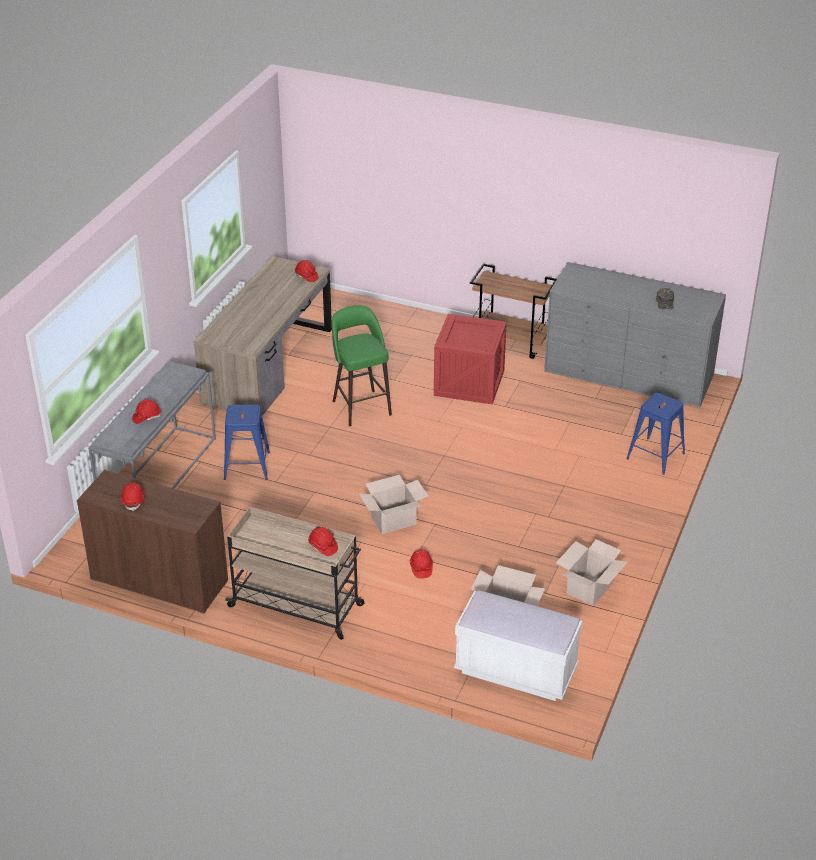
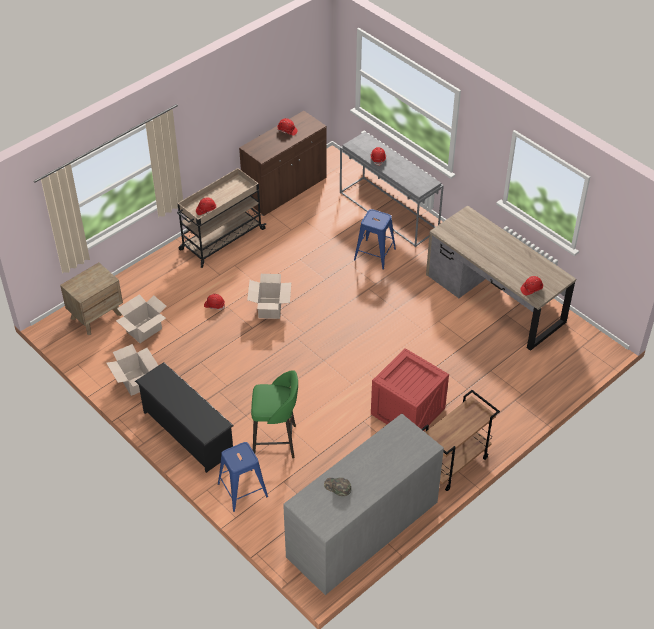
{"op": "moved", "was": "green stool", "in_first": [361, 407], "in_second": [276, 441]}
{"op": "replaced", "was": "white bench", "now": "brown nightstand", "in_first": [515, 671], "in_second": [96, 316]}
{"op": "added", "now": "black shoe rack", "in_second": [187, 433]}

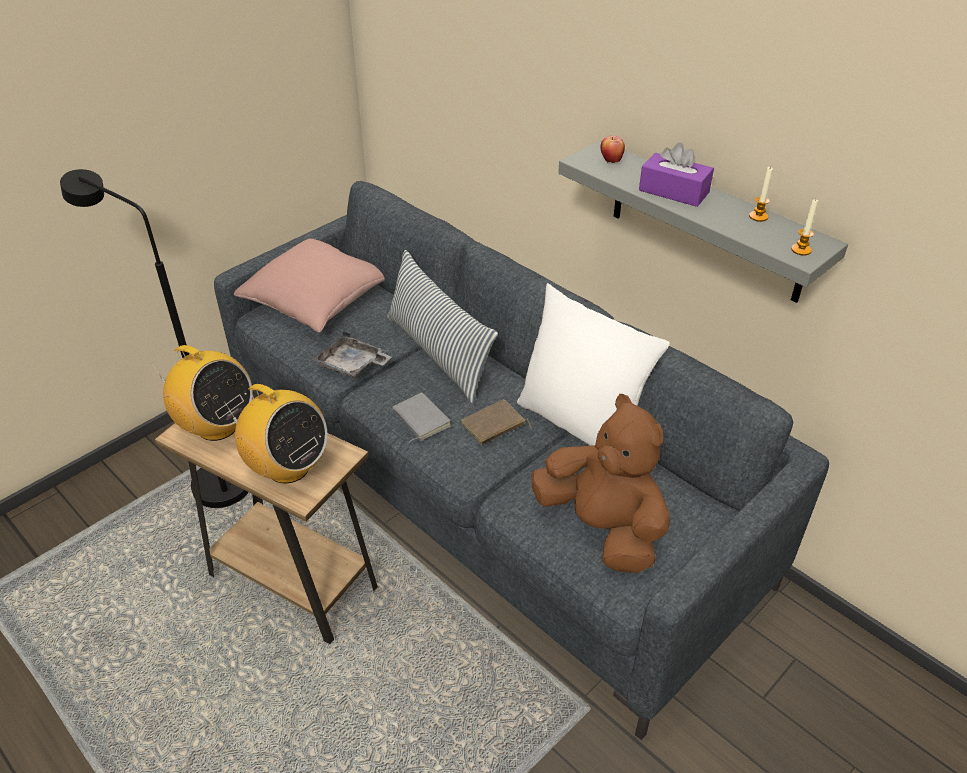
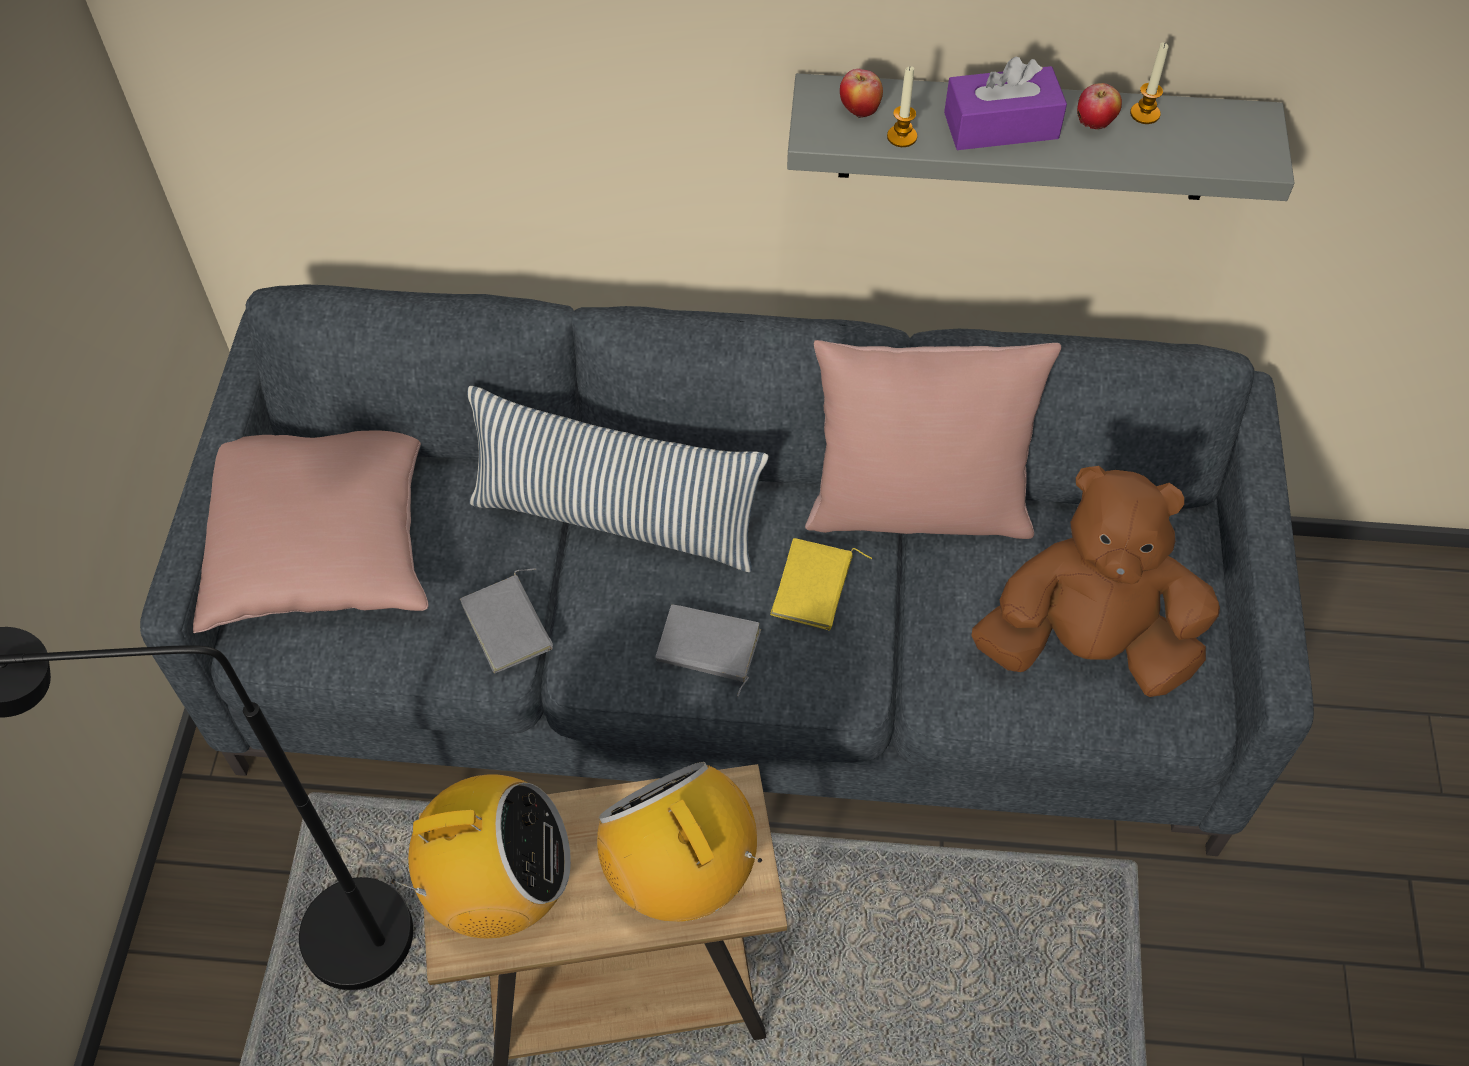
{"op": "turned", "was": "radio", "in_first": [288, 467], "in_second": [681, 873], "clockwise": -120}
{"op": "replaced", "was": "grey tray", "now": "grey book", "in_first": [352, 365], "in_second": [510, 625]}
{"op": "recoloured", "was": "brown book", "now": "yellow book", "in_first": [494, 426], "in_second": [815, 588]}
{"op": "recoloured", "was": "white pillow", "now": "pink pillow", "in_first": [581, 424], "in_second": [917, 507]}
{"op": "moved", "was": "candle", "in_first": [801, 250], "in_second": [902, 137]}
{"op": "added", "now": "apple", "in_second": [1094, 125]}

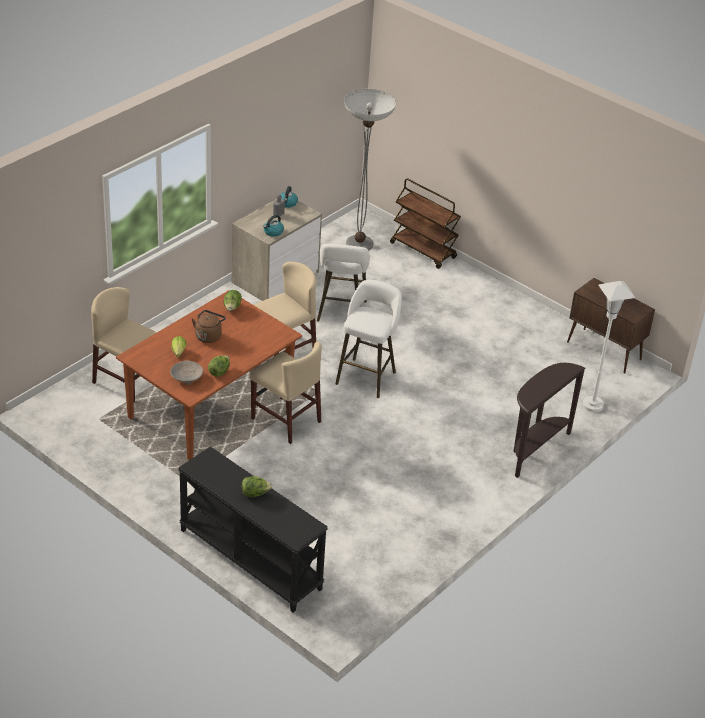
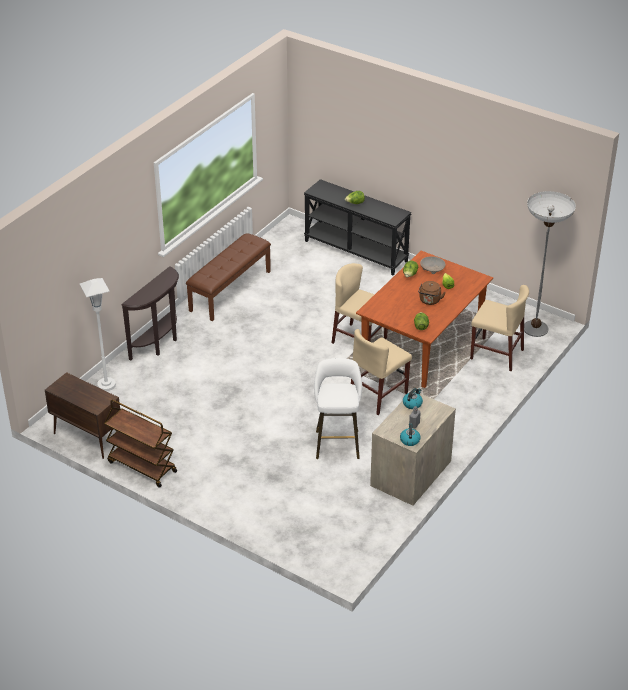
{"op": "removed", "was": "white stool", "in_first": [367, 376]}
{"op": "moved", "was": "floor lamp", "in_first": [359, 243], "in_second": [535, 328]}
{"op": "moved", "was": "brown cart", "in_first": [423, 251], "in_second": [141, 467]}
{"op": "added", "now": "brown bench", "in_second": [230, 290]}

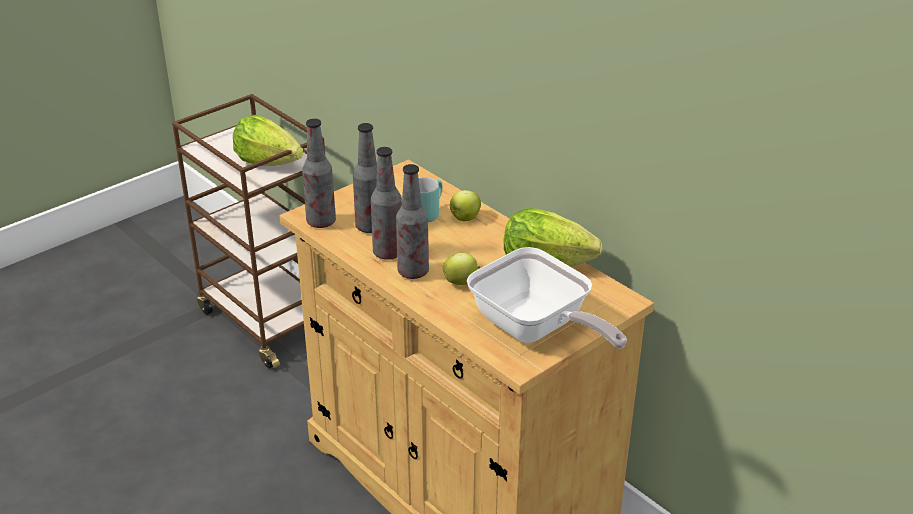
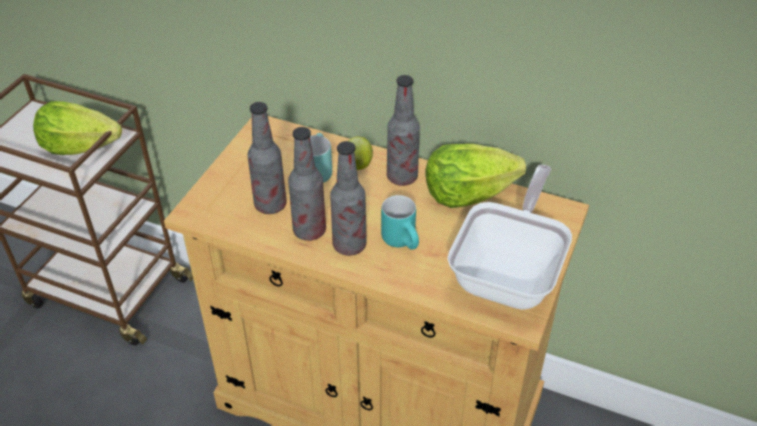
{"op": "moved", "was": "bottle", "in_first": [321, 222], "in_second": [402, 177]}
{"op": "replaced", "was": "apple", "now": "turquoise mug", "in_first": [461, 282], "in_second": [404, 241]}
{"op": "turned", "was": "frying pan", "in_first": [536, 330], "in_second": [510, 273], "clockwise": -90}

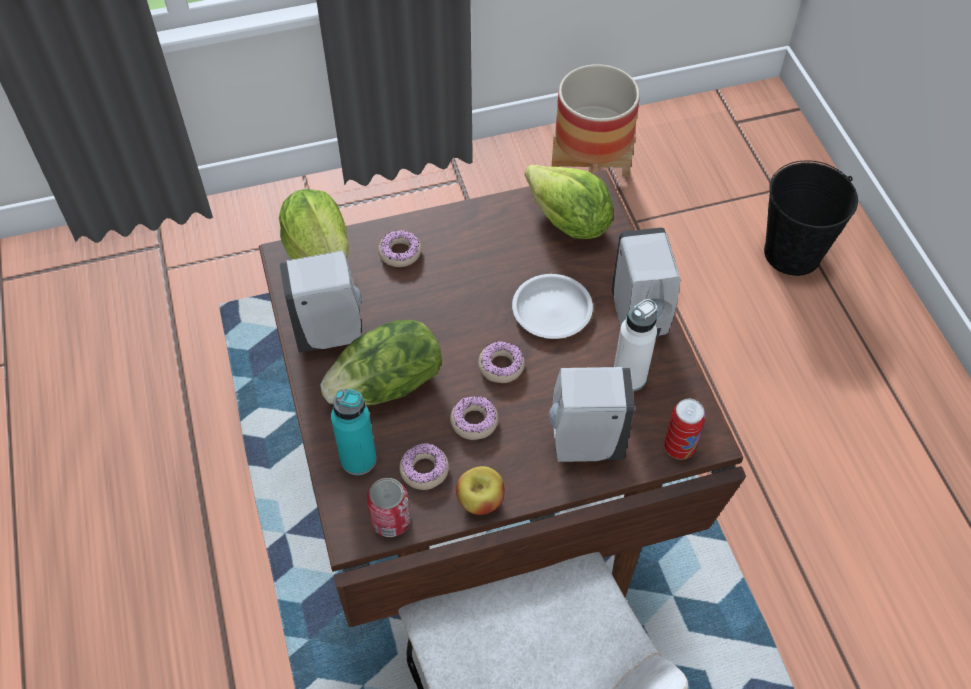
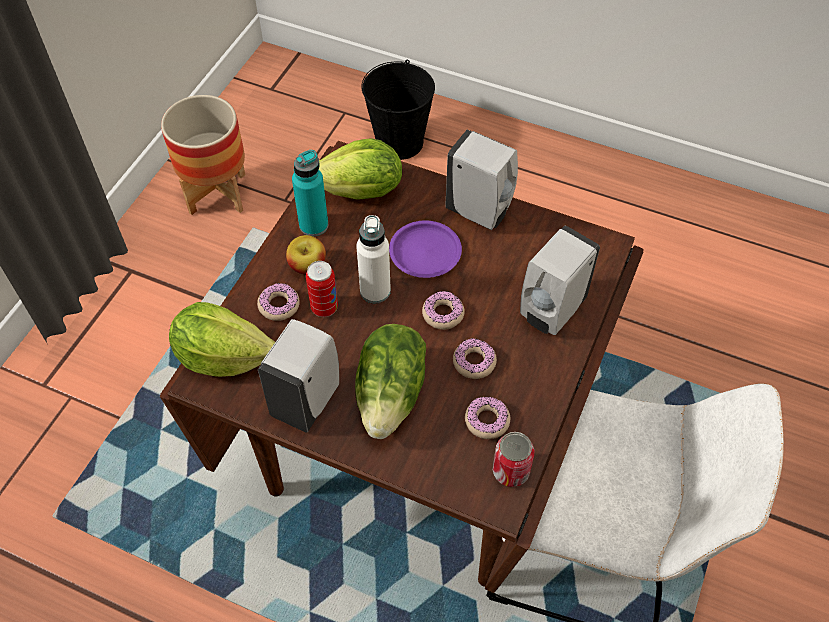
{"op": "moved", "was": "turquoise bottle", "in_first": [358, 459], "in_second": [313, 225]}
{"op": "moved", "was": "apple", "in_first": [480, 501], "in_second": [307, 266]}
{"op": "recoloured", "was": "white plate", "now": "purple plate", "in_first": [551, 309], "in_second": [424, 252]}
{"op": "moved", "was": "white bottle", "in_first": [629, 377], "in_second": [375, 291]}
{"op": "moved", "was": "can", "in_first": [679, 447], "in_second": [324, 308]}

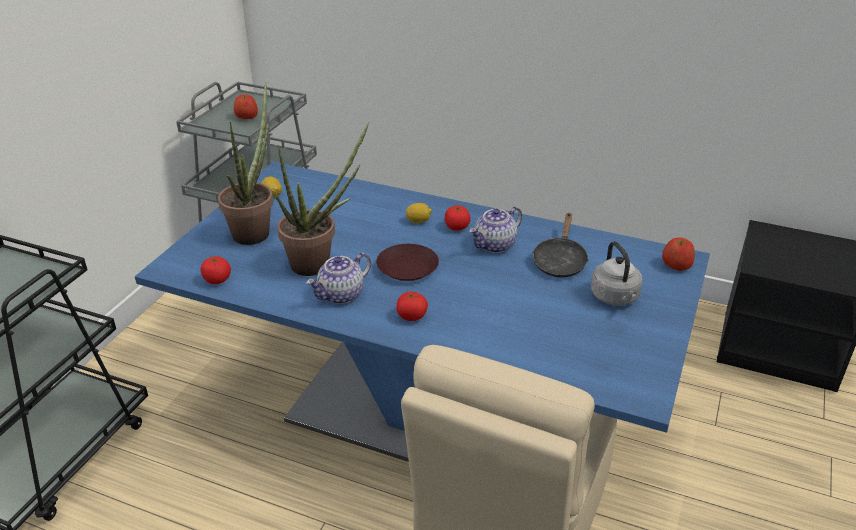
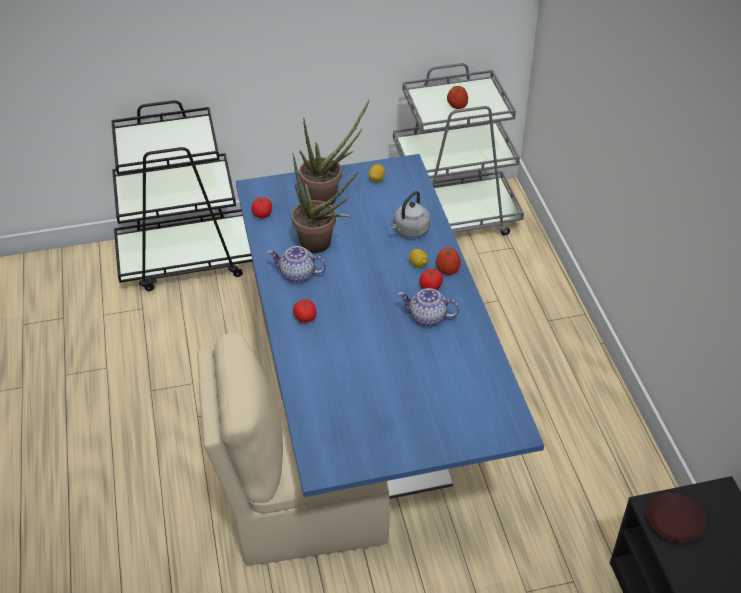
{"op": "moved", "was": "brown plate", "in_first": [406, 267], "in_second": [674, 520]}
{"op": "removed", "was": "black frying pan", "in_first": [559, 261]}
{"op": "moved", "was": "grey kettle", "in_first": [615, 298], "in_second": [410, 231]}
{"op": "moved", "was": "apple", "in_first": [676, 265], "in_second": [447, 268]}

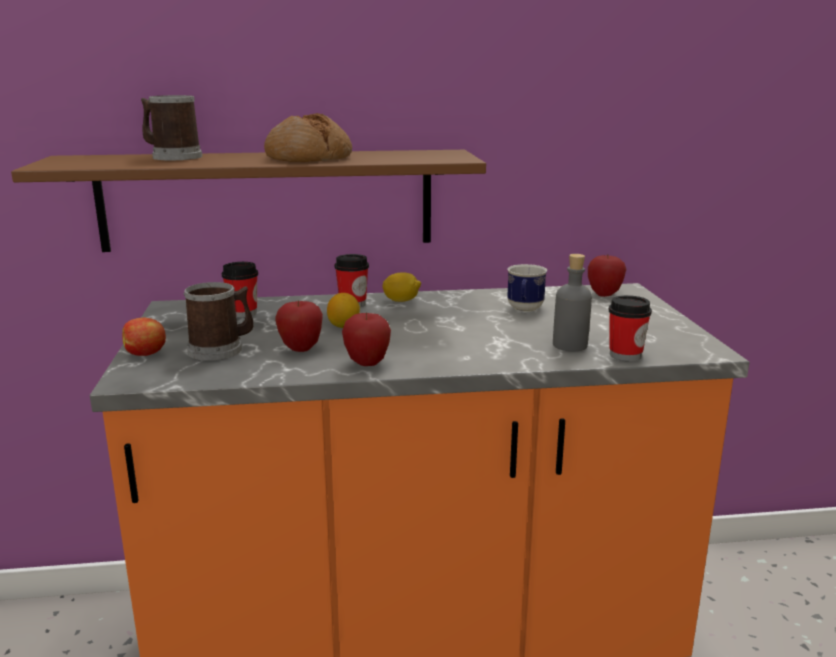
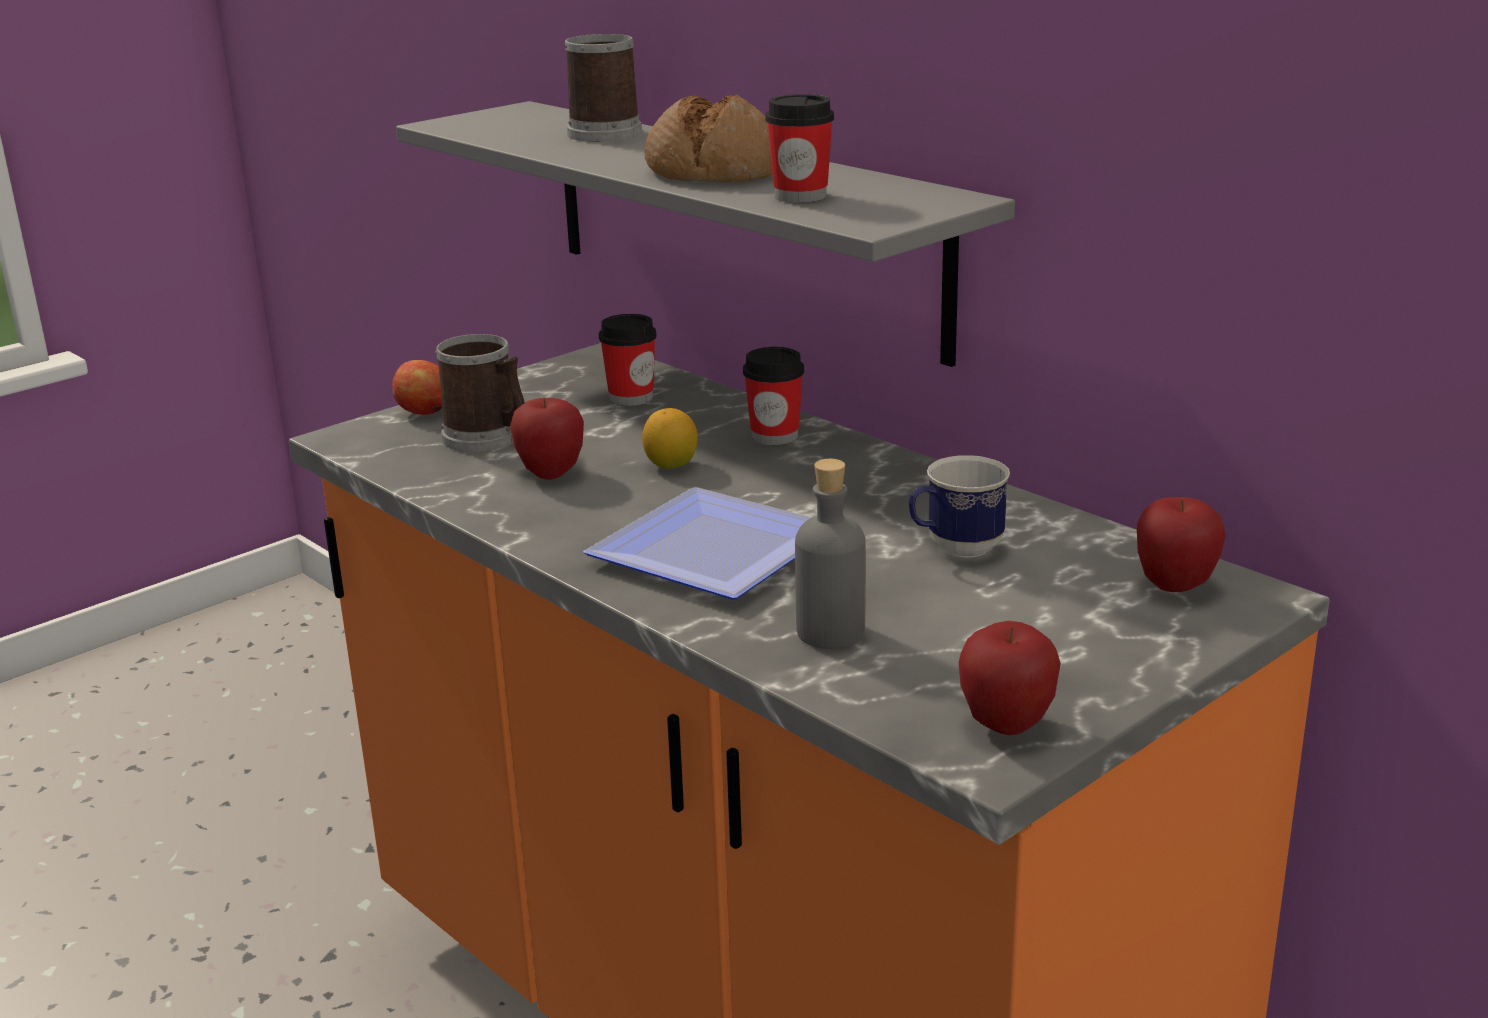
{"op": "recoloured", "was": "brown shelf", "now": "grey shelf", "in_first": [267, 200], "in_second": [740, 224]}
{"op": "moved", "was": "apple", "in_first": [367, 363], "in_second": [1006, 725]}
{"op": "removed", "was": "lemon", "in_first": [401, 301]}
{"op": "moved", "was": "cup", "in_first": [625, 355], "in_second": [800, 196]}
{"op": "added", "now": "plate", "in_second": [715, 556]}

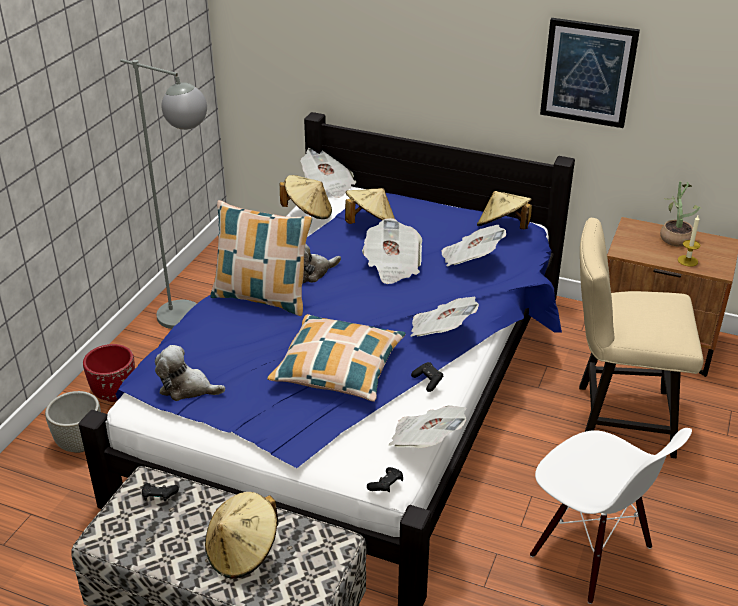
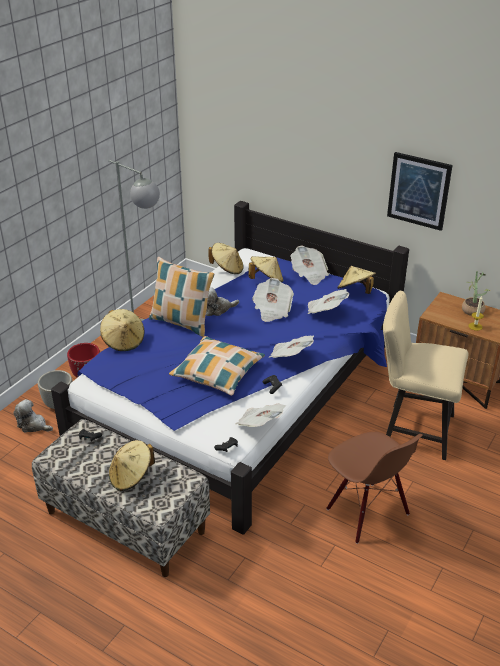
{"op": "moved", "was": "plush toy", "in_first": [187, 388], "in_second": [33, 425]}
{"op": "moved", "was": "newspaper", "in_first": [329, 185], "in_second": [309, 274]}
{"op": "recoloured", "was": "white chair", "now": "brown chair", "in_first": [590, 552], "in_second": [366, 512]}
{"op": "added", "now": "beige hat", "in_second": [123, 341]}

